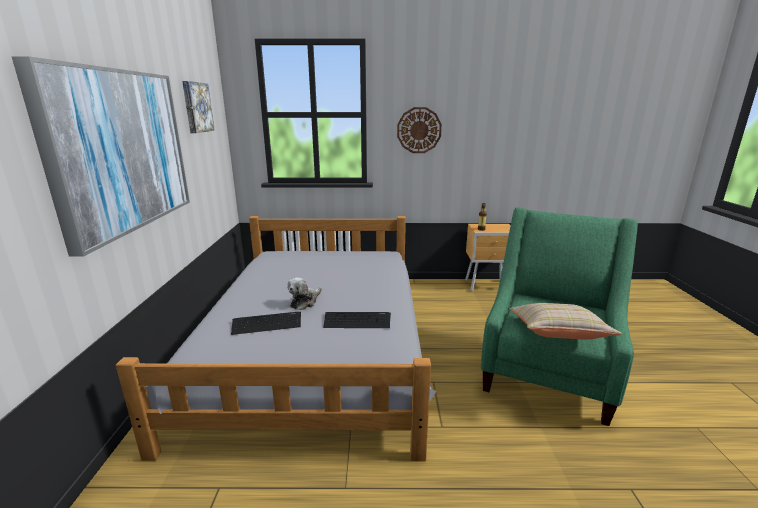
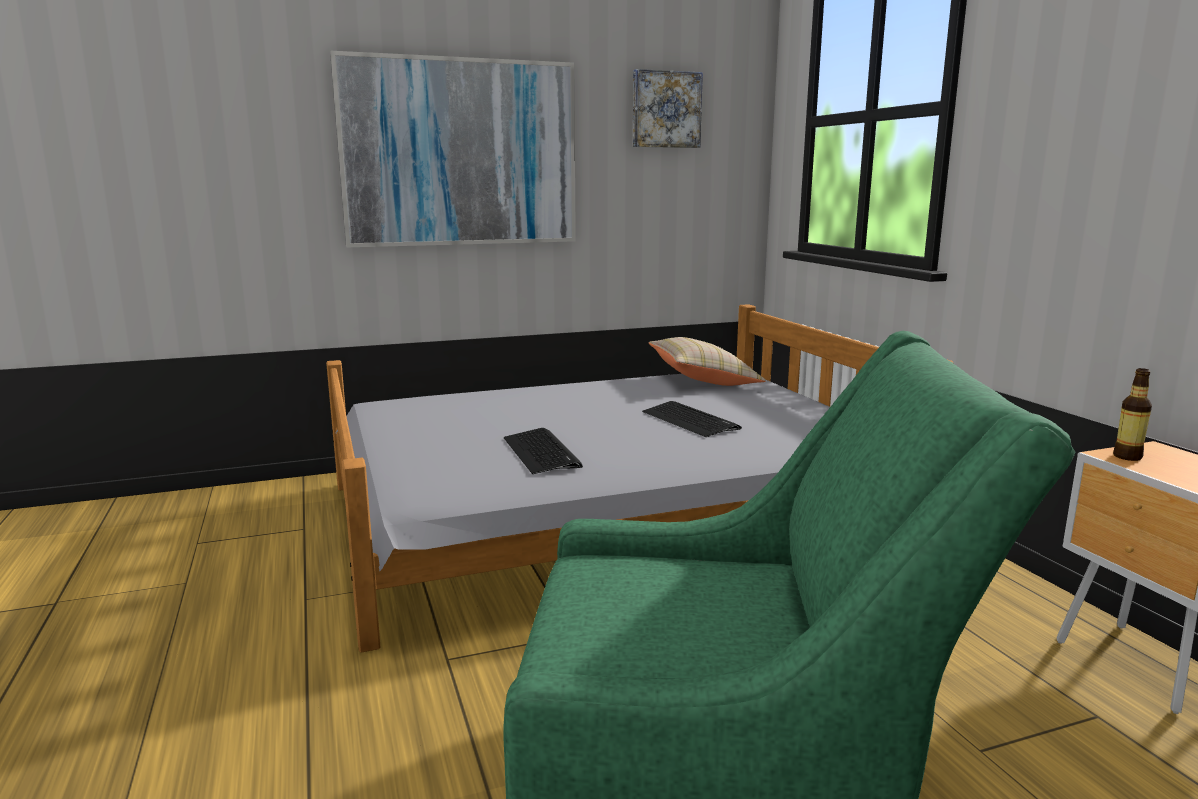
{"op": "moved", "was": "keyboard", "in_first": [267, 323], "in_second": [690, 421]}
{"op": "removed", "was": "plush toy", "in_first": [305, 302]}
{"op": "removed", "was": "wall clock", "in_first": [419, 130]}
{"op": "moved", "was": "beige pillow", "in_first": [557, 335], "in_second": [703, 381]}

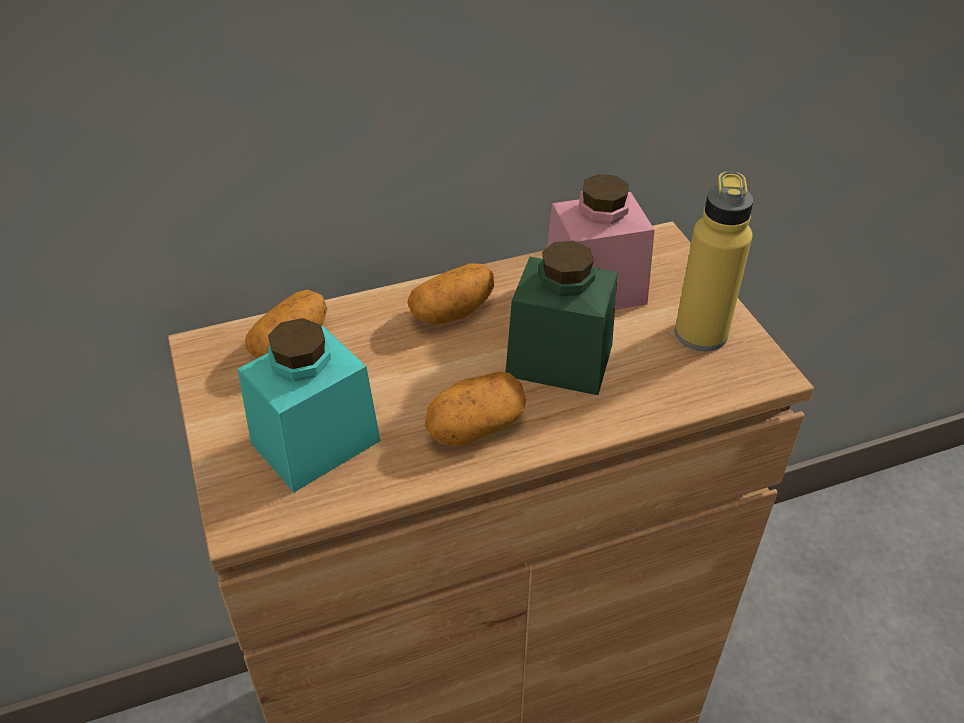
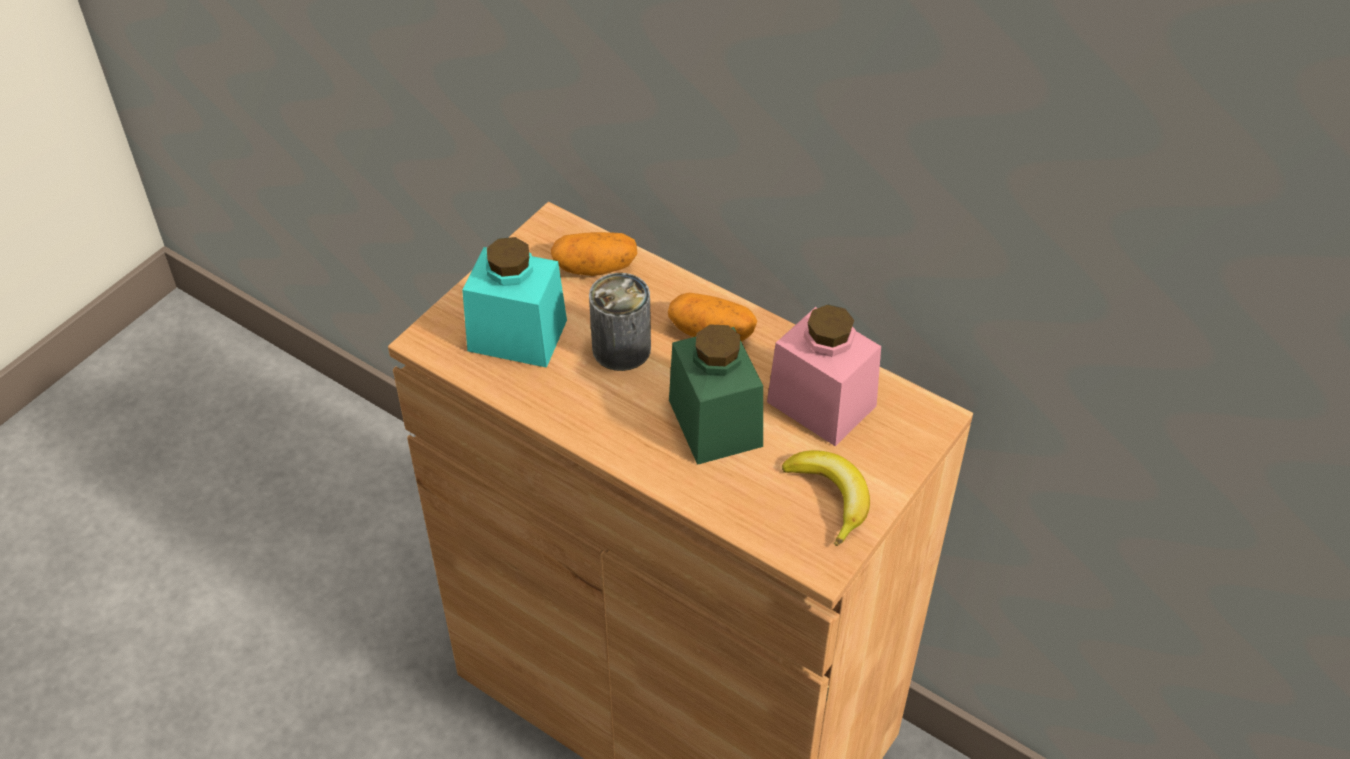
{"op": "removed", "was": "potato", "in_first": [475, 427]}
{"op": "replaced", "was": "yellow bottle", "now": "banana", "in_first": [700, 334], "in_second": [830, 497]}
{"op": "added", "now": "can", "in_second": [621, 348]}

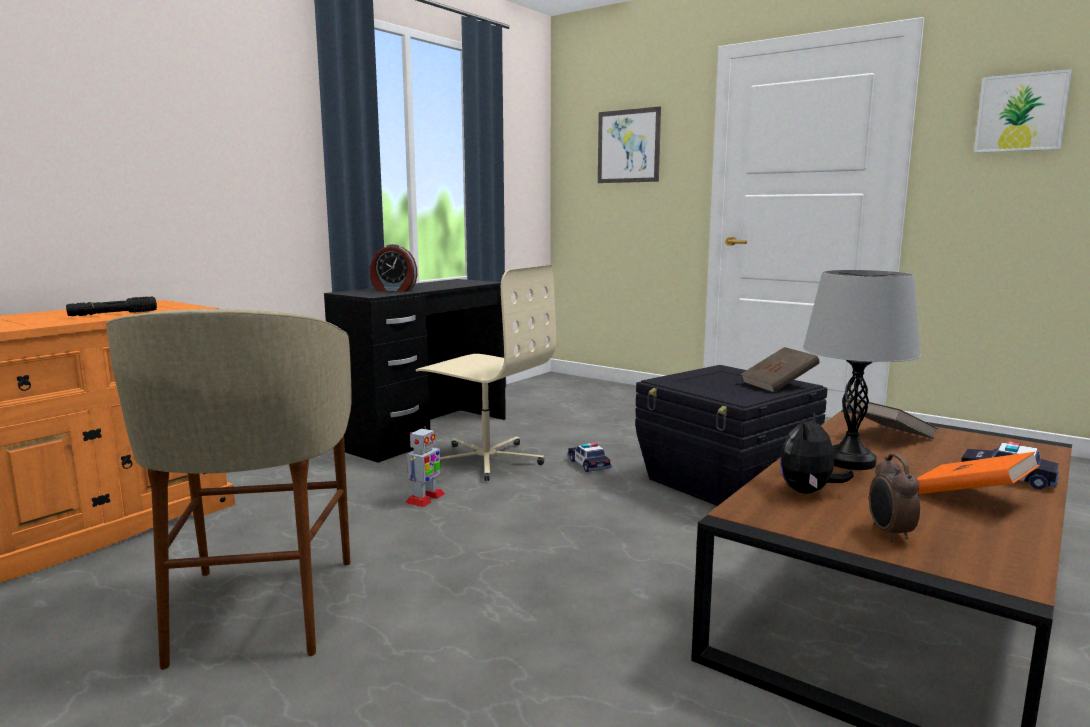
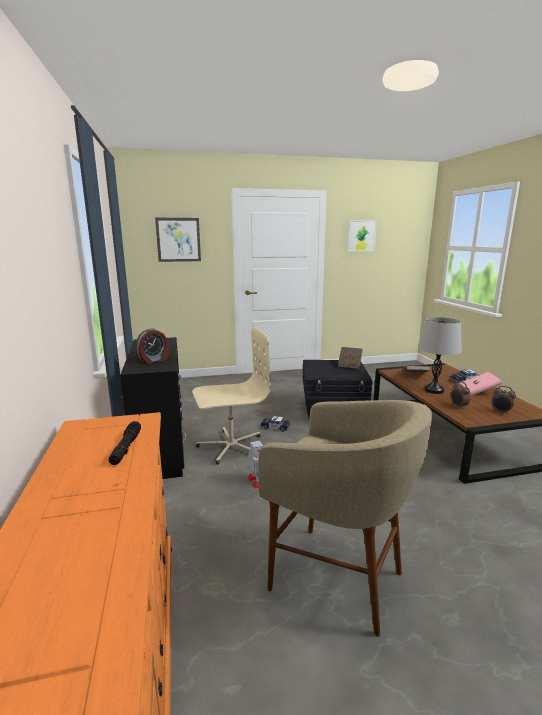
{"op": "replaced", "was": "plush toy", "now": "alarm clock", "in_first": [808, 492], "in_second": [458, 406]}
{"op": "recoloured", "was": "orange book", "now": "pink book", "in_first": [970, 497], "in_second": [478, 391]}

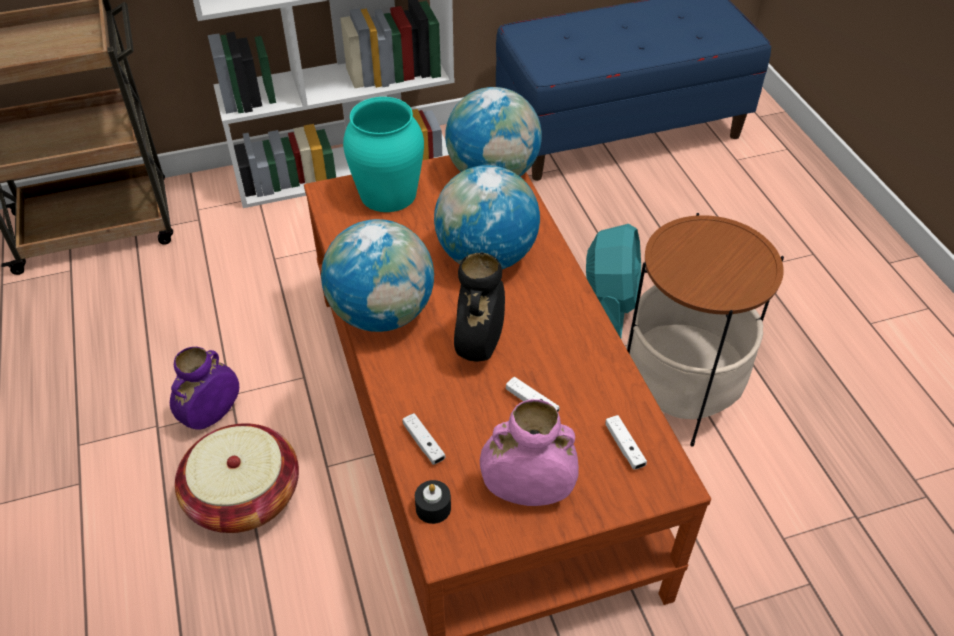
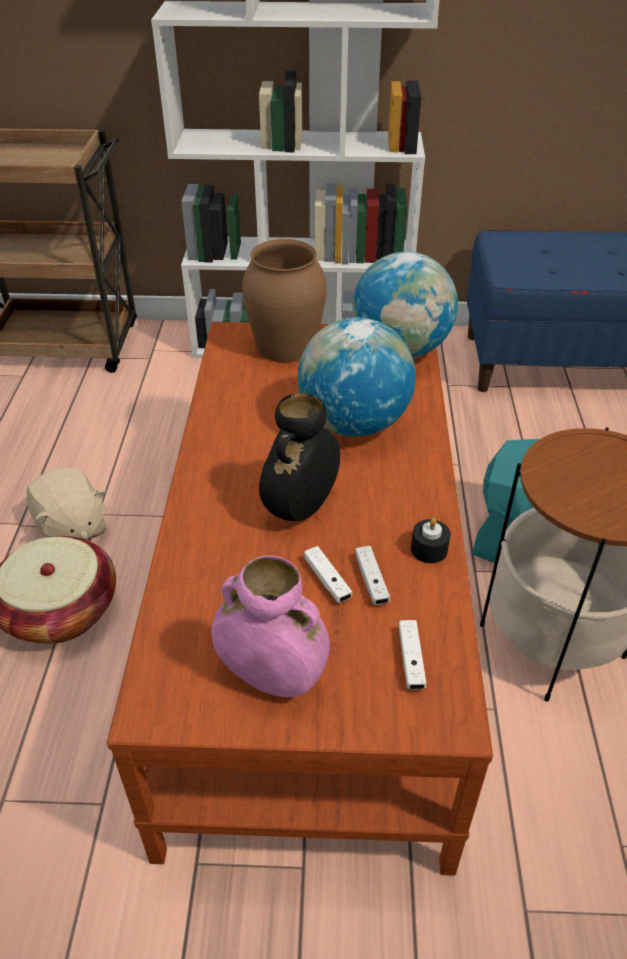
{"op": "replaced", "was": "purple vase", "now": "beige plush toy", "in_first": [212, 415], "in_second": [71, 528]}
{"op": "removed", "was": "globe", "in_first": [382, 313]}
{"op": "recoloured", "was": "turquoise vase", "now": "brown vase", "in_first": [387, 193], "in_second": [285, 345]}
{"op": "moved", "was": "white game controller", "in_first": [423, 443], "in_second": [371, 581]}
{"op": "moved", "was": "black candle", "in_first": [433, 508], "in_second": [429, 549]}

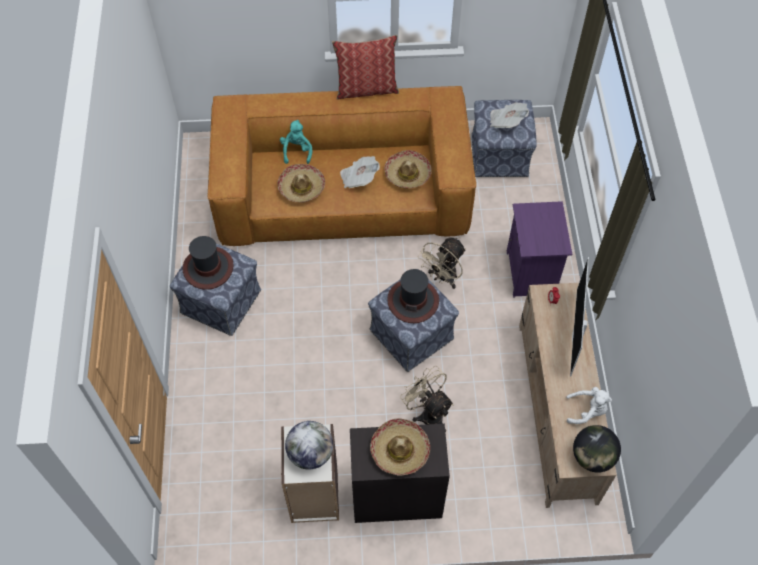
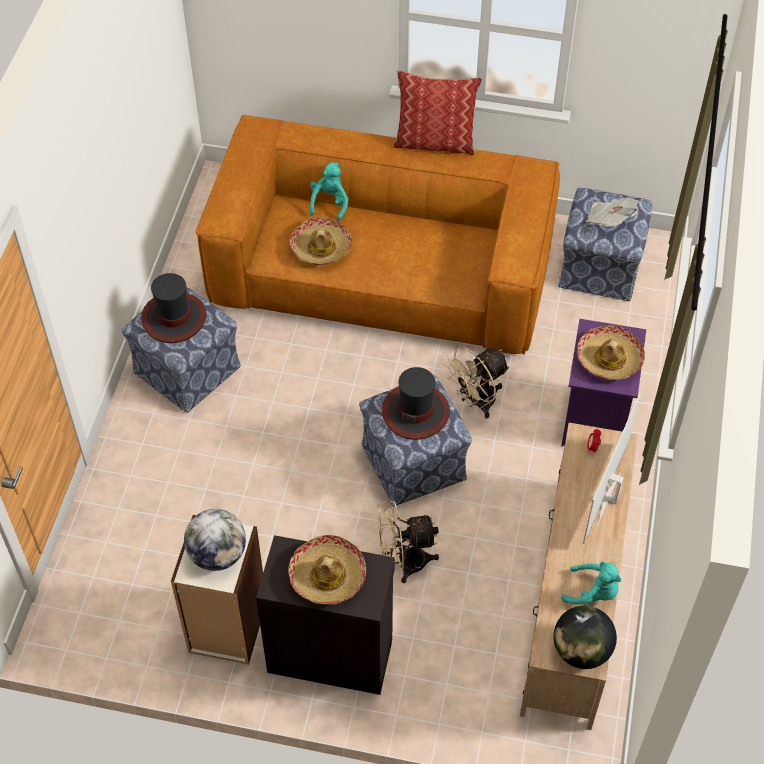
{"op": "removed", "was": "newspaper", "in_first": [359, 178]}
{"op": "moved", "was": "hat", "in_first": [407, 174], "in_second": [609, 359]}
{"op": "turned", "was": "beige fan", "in_first": [428, 413], "in_second": [403, 562], "clockwise": -75}
{"op": "recoloured", "was": "white plush toy", "now": "turquoise plush toy", "in_first": [587, 410], "in_second": [593, 592]}

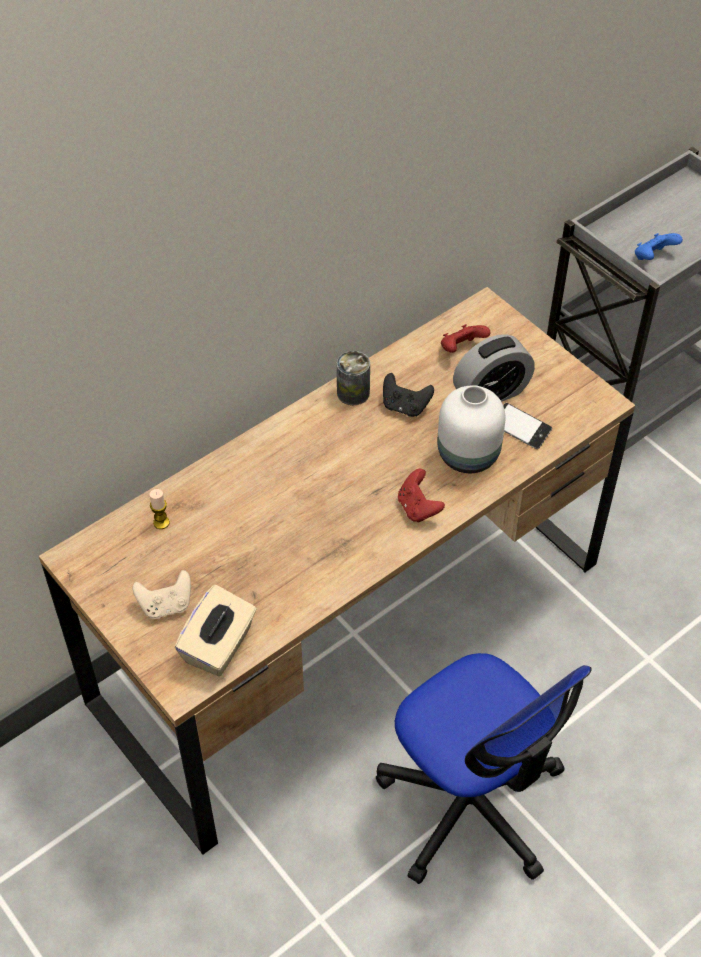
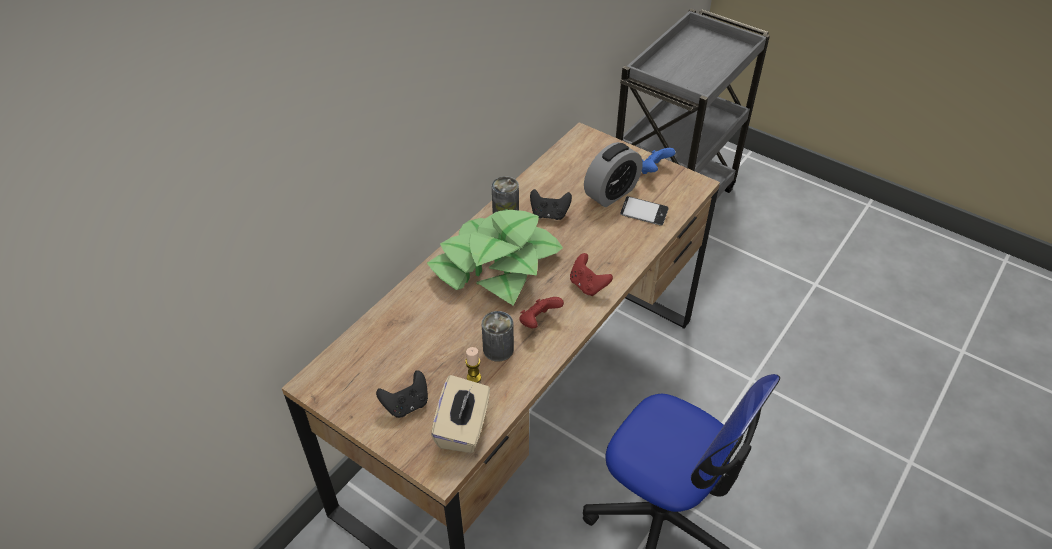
{"op": "recoloured", "was": "beige game controller", "now": "black game controller", "in_first": [166, 605], "in_second": [406, 404]}
{"op": "moved", "was": "candle", "in_first": [161, 522], "in_second": [474, 377]}
{"op": "removed", "was": "white vase", "in_first": [469, 454]}
{"op": "moved", "was": "red game controller", "in_first": [461, 349], "in_second": [539, 321]}
{"op": "moved", "was": "blue game controller", "in_first": [653, 257], "in_second": [654, 170]}
{"op": "added", "now": "potted plant", "in_second": [495, 265]}
{"op": "added", "now": "can", "in_second": [498, 349]}

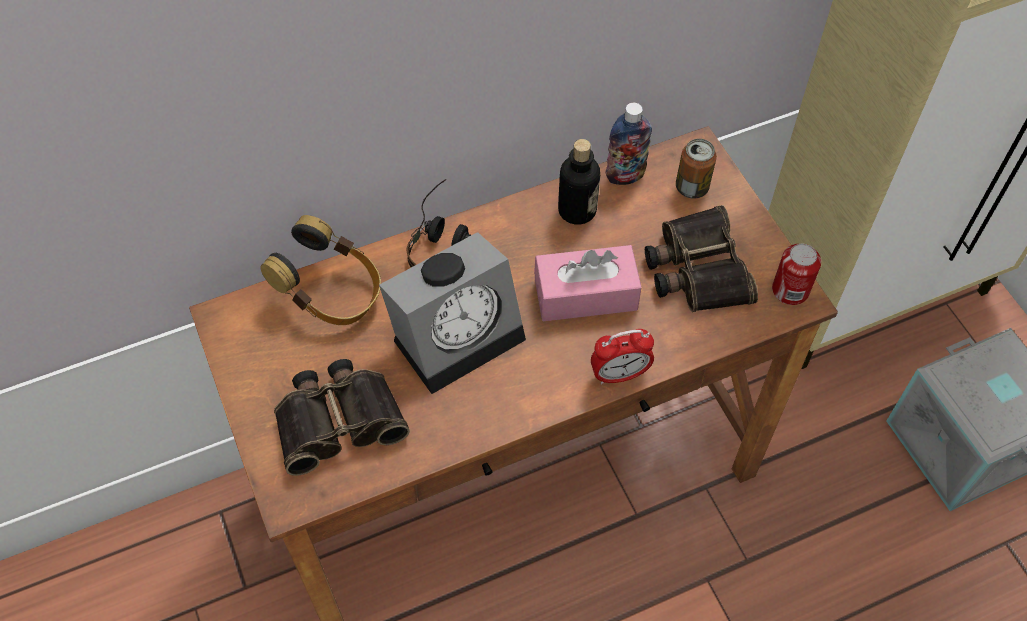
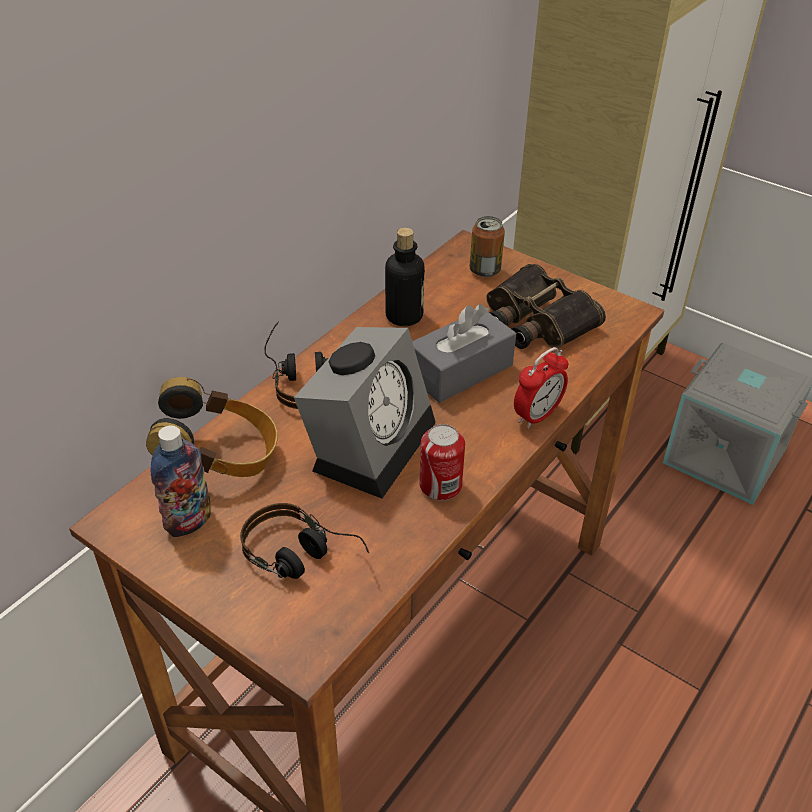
{"op": "replaced", "was": "binoculars", "now": "headphones", "in_first": [338, 419], "in_second": [304, 558]}
{"op": "recoloured", "was": "pink tissue box", "now": "grey tissue box", "in_first": [585, 295], "in_second": [460, 370]}
{"op": "moved", "was": "bottle", "in_first": [625, 175], "in_second": [189, 522]}
{"op": "moved", "was": "can", "in_first": [790, 290], "in_second": [440, 485]}

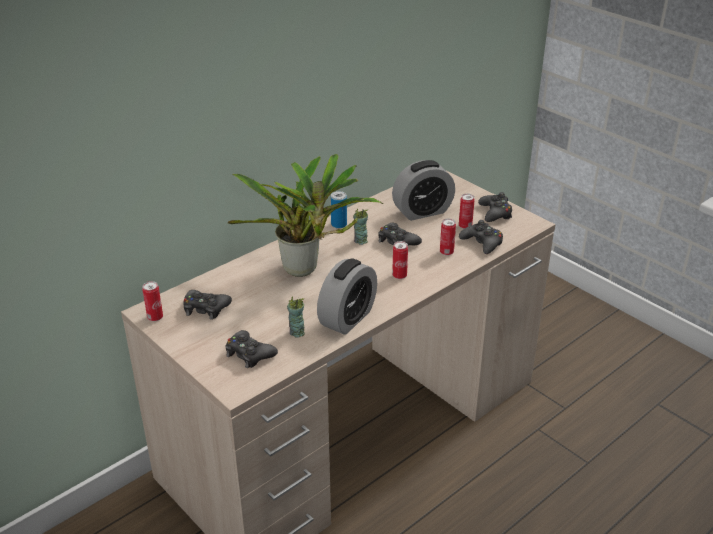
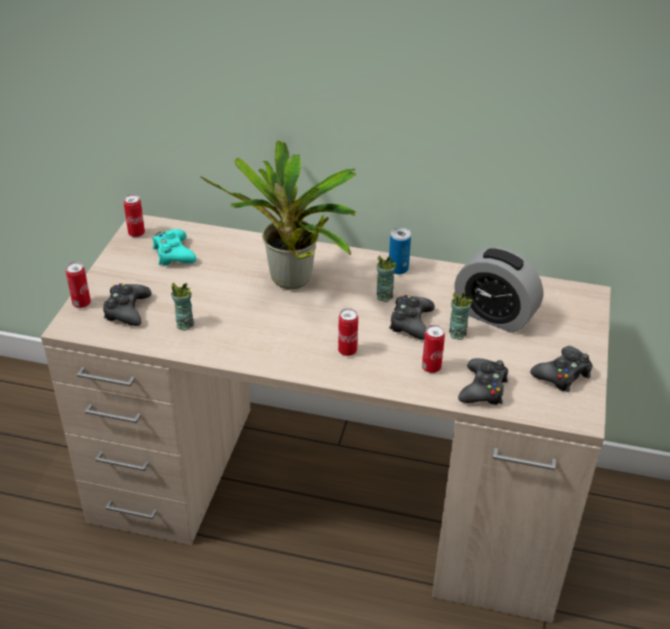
{"op": "recoloured", "was": "black game controller", "now": "turquoise game controller", "in_first": [205, 309], "in_second": [173, 254]}
{"op": "removed", "was": "alarm clock", "in_first": [347, 318]}
{"op": "moved", "was": "can", "in_first": [465, 226], "in_second": [81, 303]}
{"op": "added", "now": "cup", "in_second": [457, 333]}

